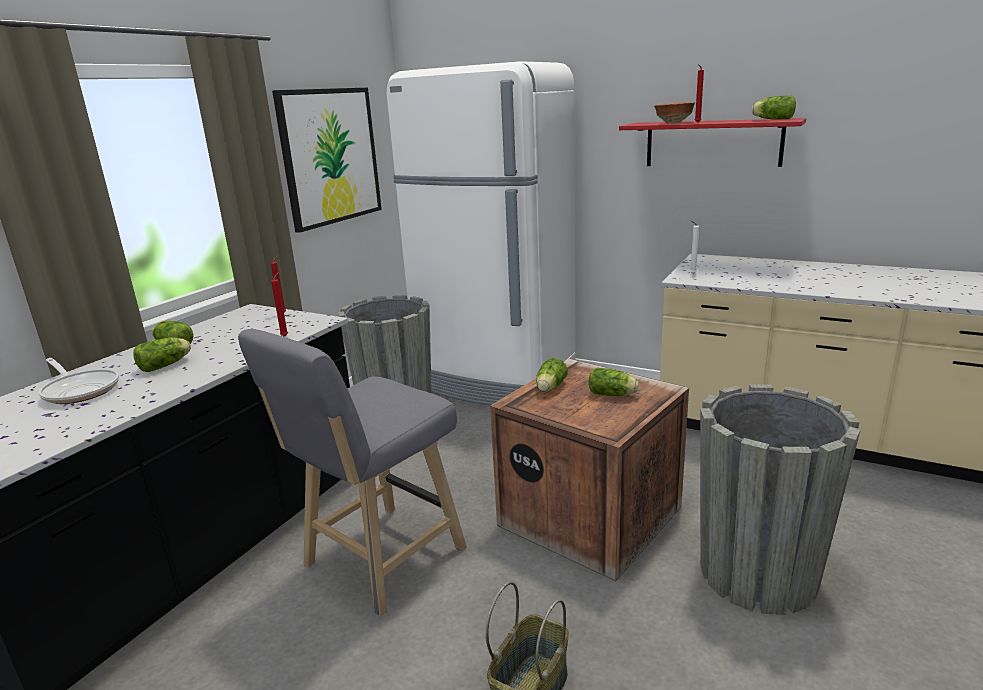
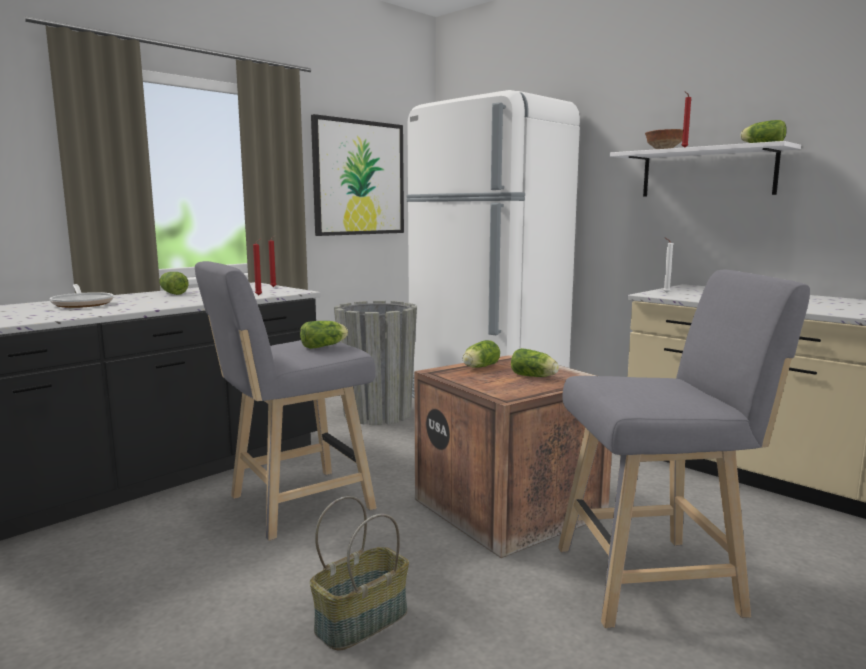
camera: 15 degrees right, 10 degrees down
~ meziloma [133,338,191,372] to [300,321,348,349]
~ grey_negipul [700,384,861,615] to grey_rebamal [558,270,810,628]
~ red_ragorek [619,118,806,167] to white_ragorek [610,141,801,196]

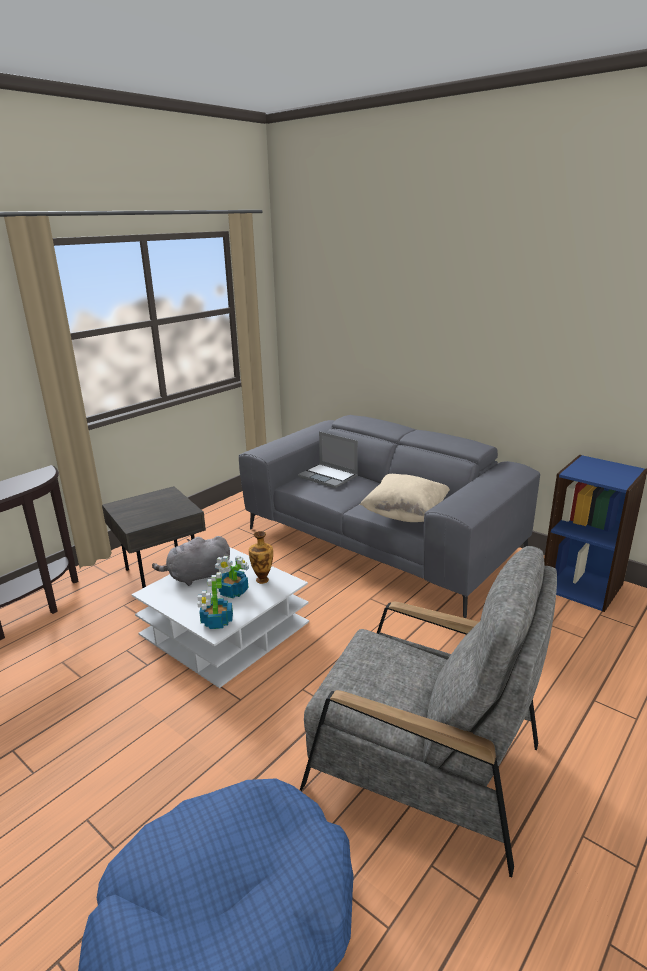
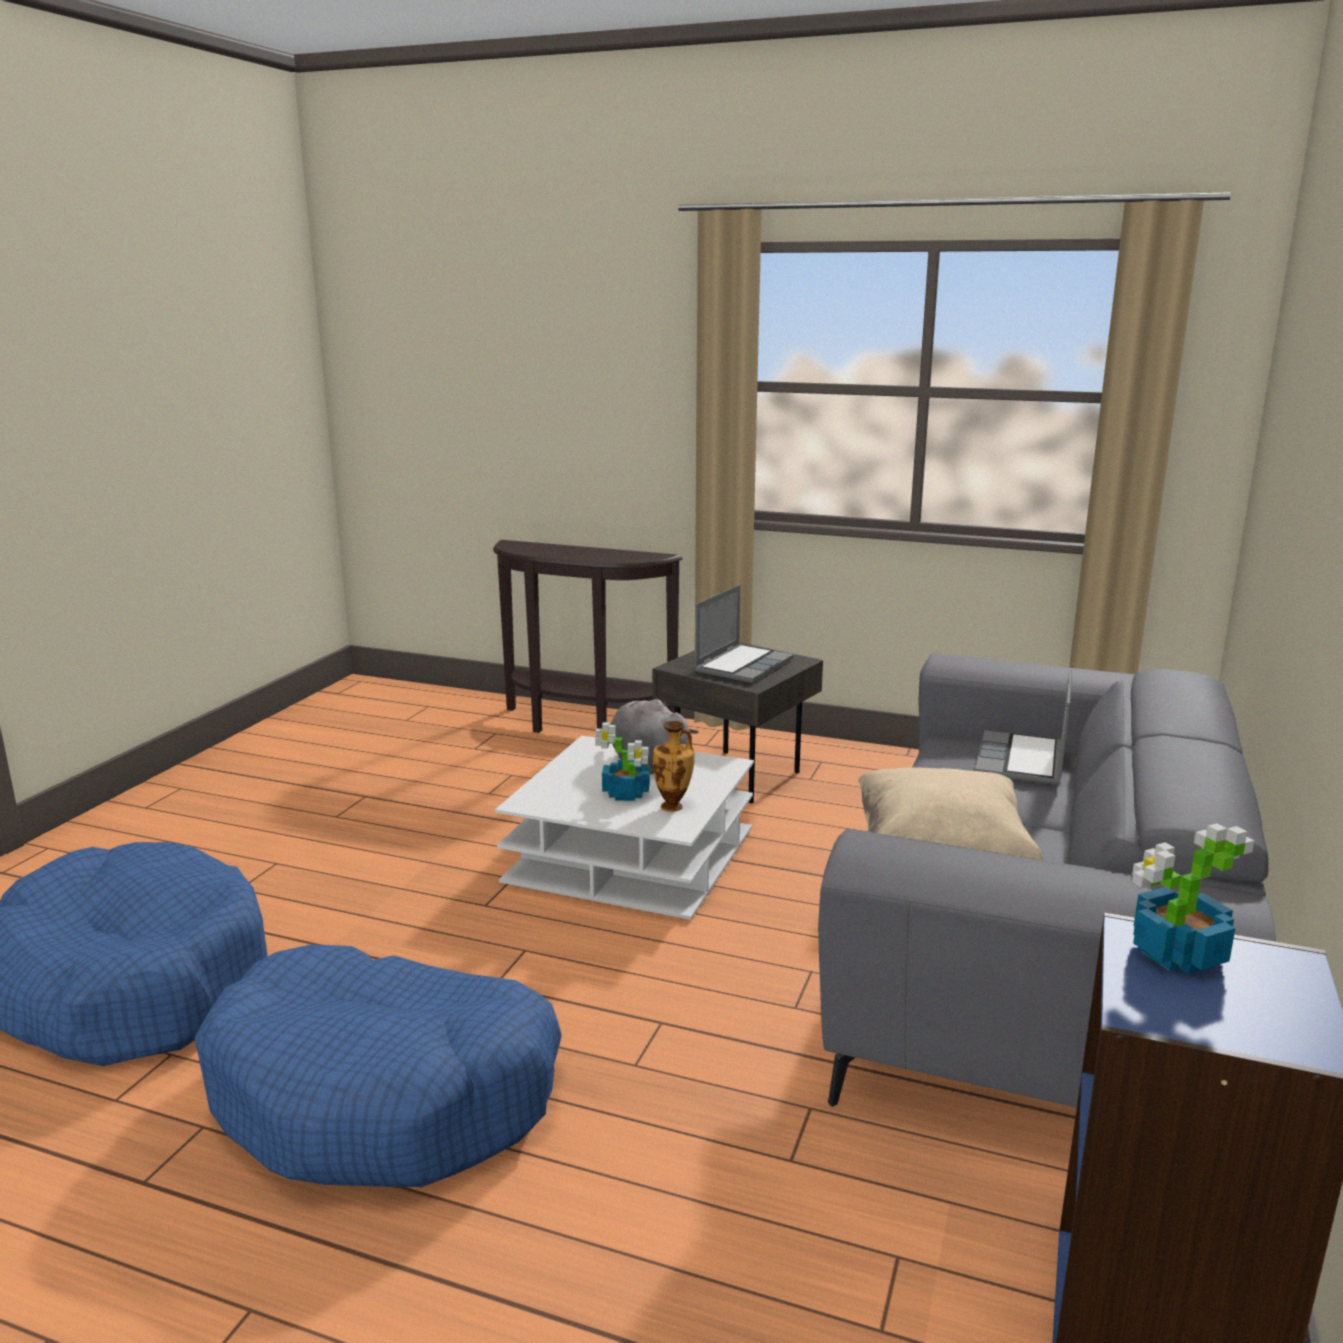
camera: 70 degrees right, 5 degrees down
+ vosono [694,585,794,683]
~ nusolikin [198,572,233,629] to [1132,823,1254,974]
~ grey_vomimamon [300,546,557,877] to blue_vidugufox [194,944,562,1187]

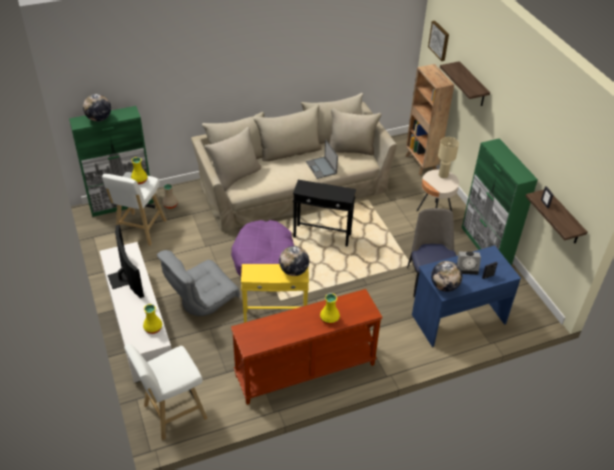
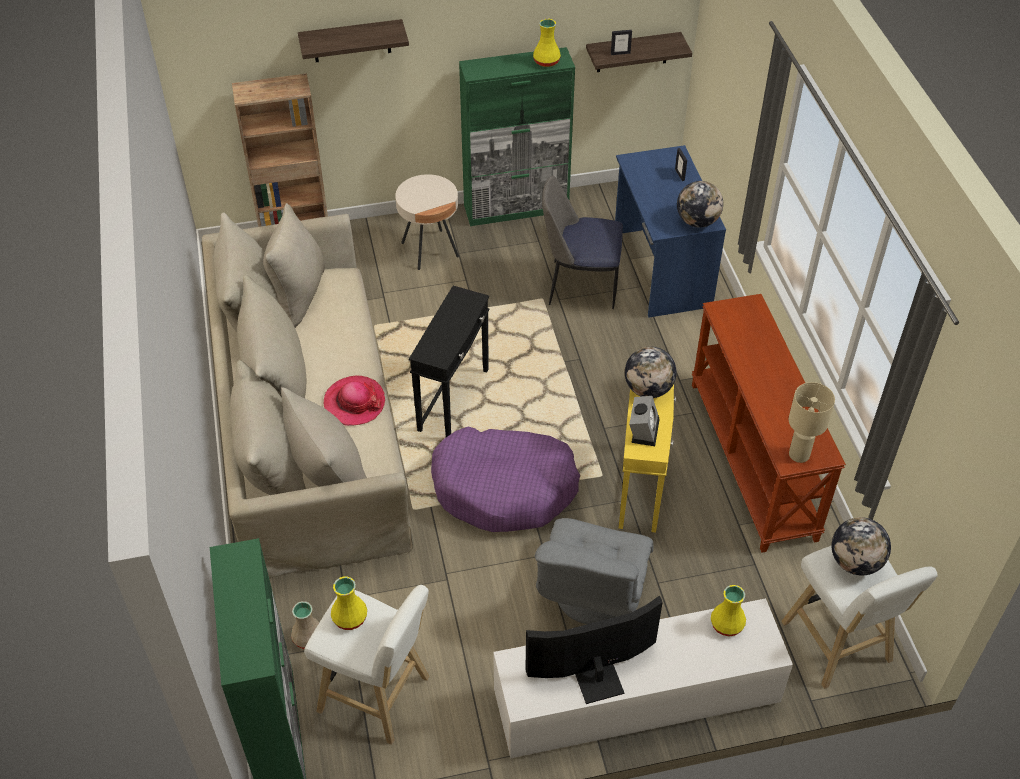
camera: 80 degrees left, 5 degrees up
- vosono [306,139,338,179]
- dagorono [428,21,449,61]
+ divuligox [324,376,385,426]
~ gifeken [83,94,111,122] to [831,517,891,575]
~ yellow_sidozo [320,293,340,325] to [533,19,561,67]
~ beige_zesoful [438,137,459,178] to [789,382,835,463]
~ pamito [457,251,481,275] to [629,396,660,446]
~ grey_vomimamon [157,250,240,316] = [535,518,654,624] 45 degrees clockwise

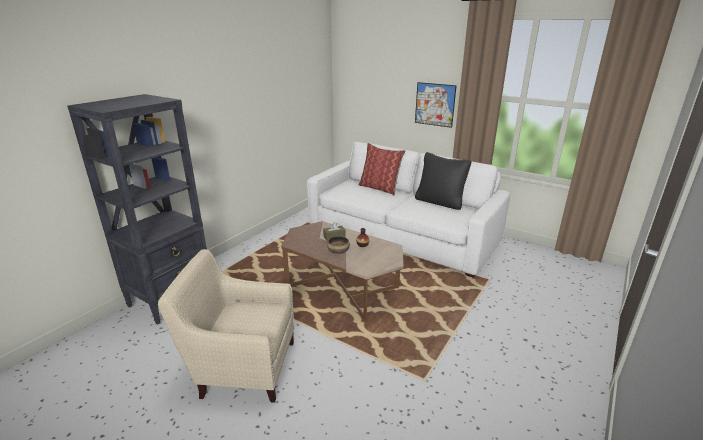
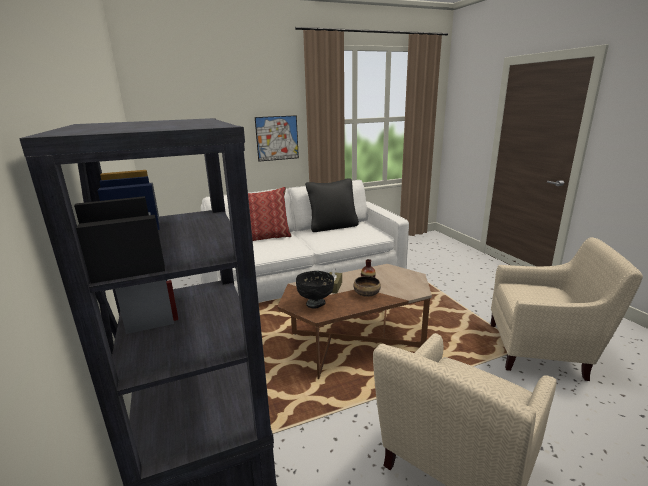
camera: 55 degrees left, 5 degrees down
+ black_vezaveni [296,271,334,308]
+ beige_vomimamon [491,237,643,381]

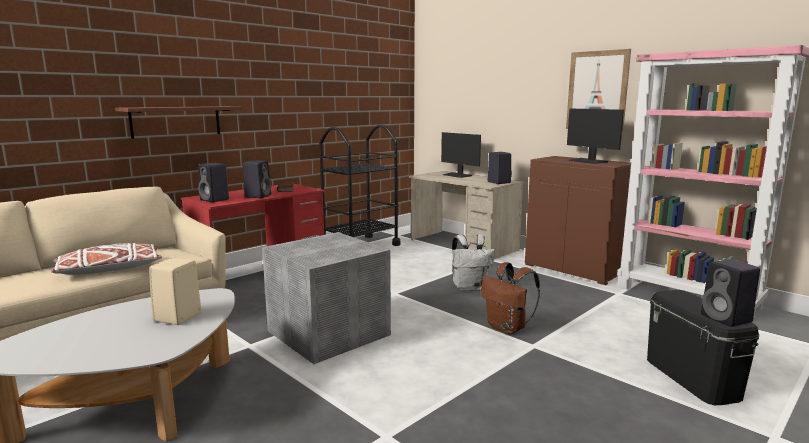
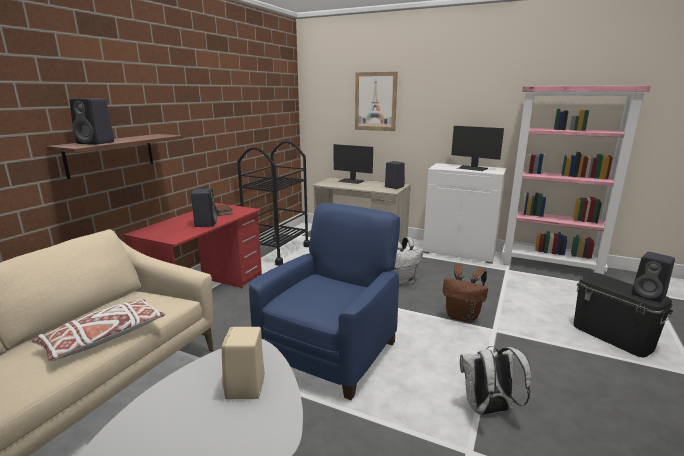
camera: 20 degrees left, 5 degrees up
+ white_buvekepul [460,346,531,415]
~ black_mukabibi [198,163,229,202] to [69,98,114,145]
~ dagorono [566,49,631,132] to [355,72,398,131]
~ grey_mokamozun [262,232,391,364] to blue_vomimamon [249,203,400,400]
~ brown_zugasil [525,156,631,285] to white_zugasil [423,163,507,264]

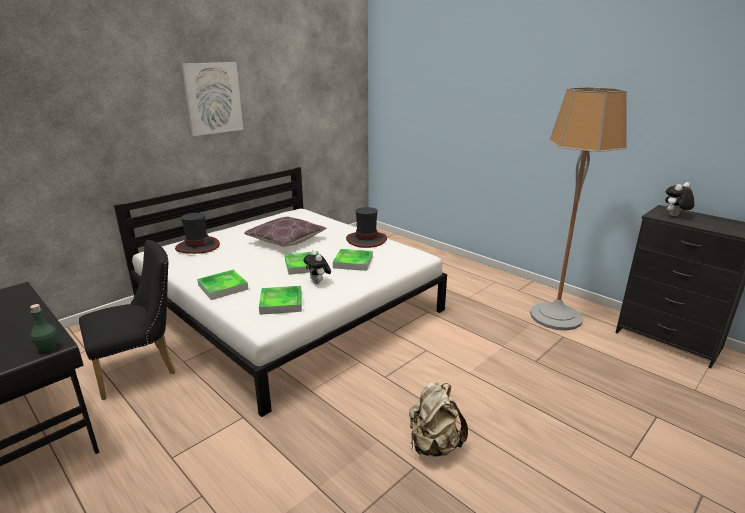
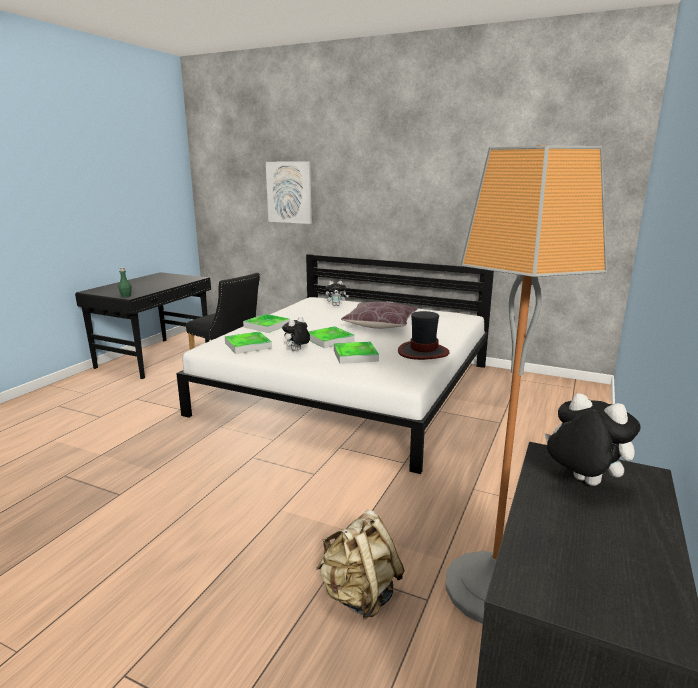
camera: 70 degrees right, 5 degrees down
~ dagorono [182,62,243,136] to [266,162,312,224]
~ beige_buvekepul [409,382,468,456] to [316,510,405,619]
~ divuligox [175,213,220,254] to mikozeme [326,281,349,306]

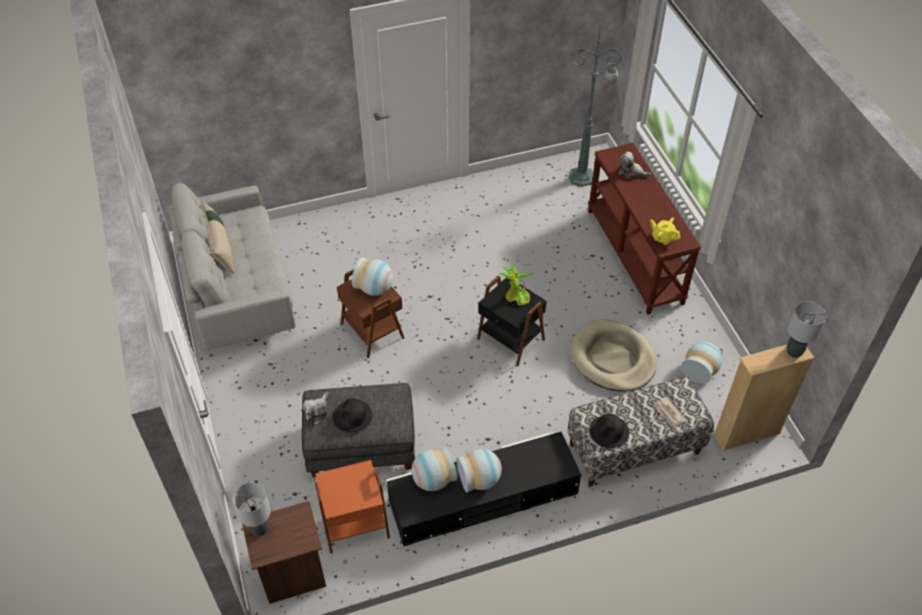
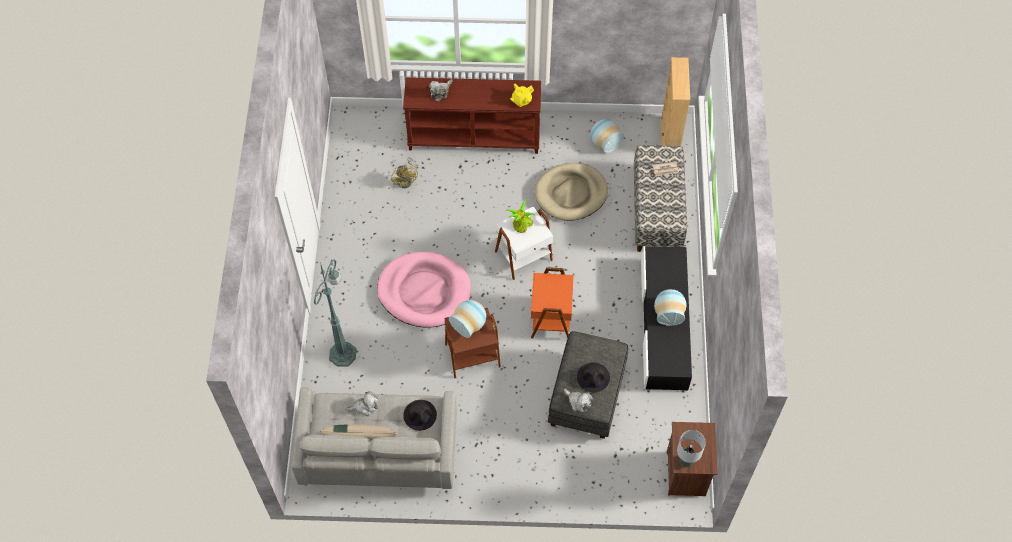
camera: 70 degrees left, 10 degrees up
- sidozo [412,446,458,491]
- grey_zesoful [787,301,827,358]
+ mikozeme [345,392,378,416]
+ pink_vidugufox [377,252,471,328]
+ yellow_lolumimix [391,157,418,188]
~ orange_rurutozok [315,460,390,554] to [530,267,574,339]
~ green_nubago [568,25,622,186] to [314,260,357,367]
~ black_divuligox [589,414,629,448] to [403,400,437,431]
~ black_rurutozok [477,276,546,366] to white_rurutozok [495,206,553,280]

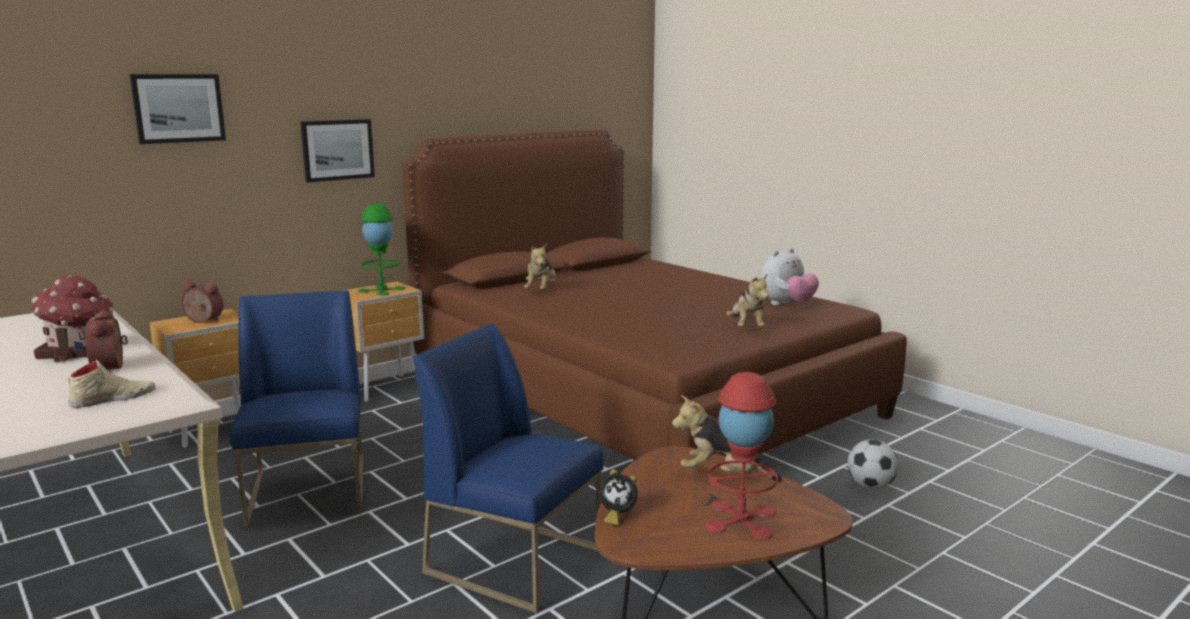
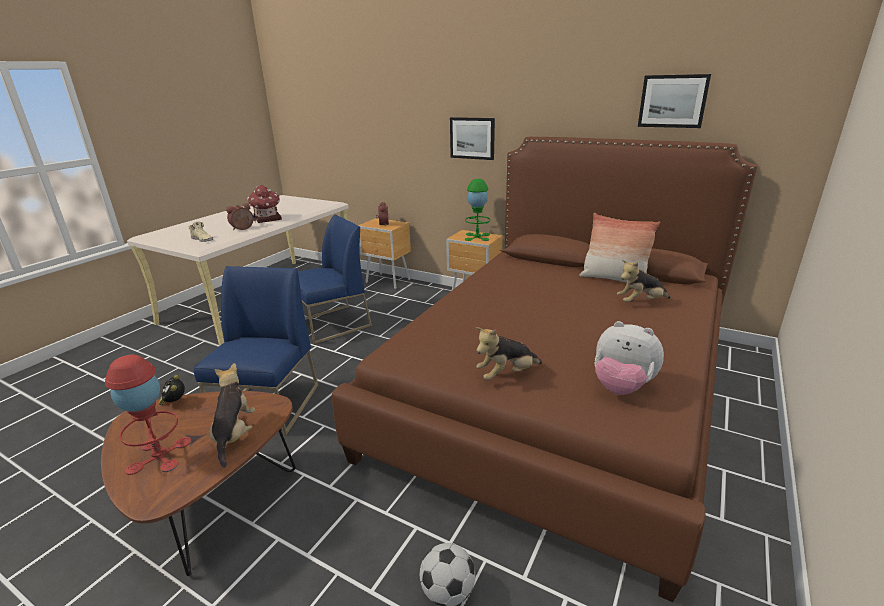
camera: 70 degrees right, 10 degrees up
+ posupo [579,213,660,282]
~ dagorono [130,74,226,144] to [638,74,711,128]
~ mikozeme [524,244,556,290] to [617,260,671,302]

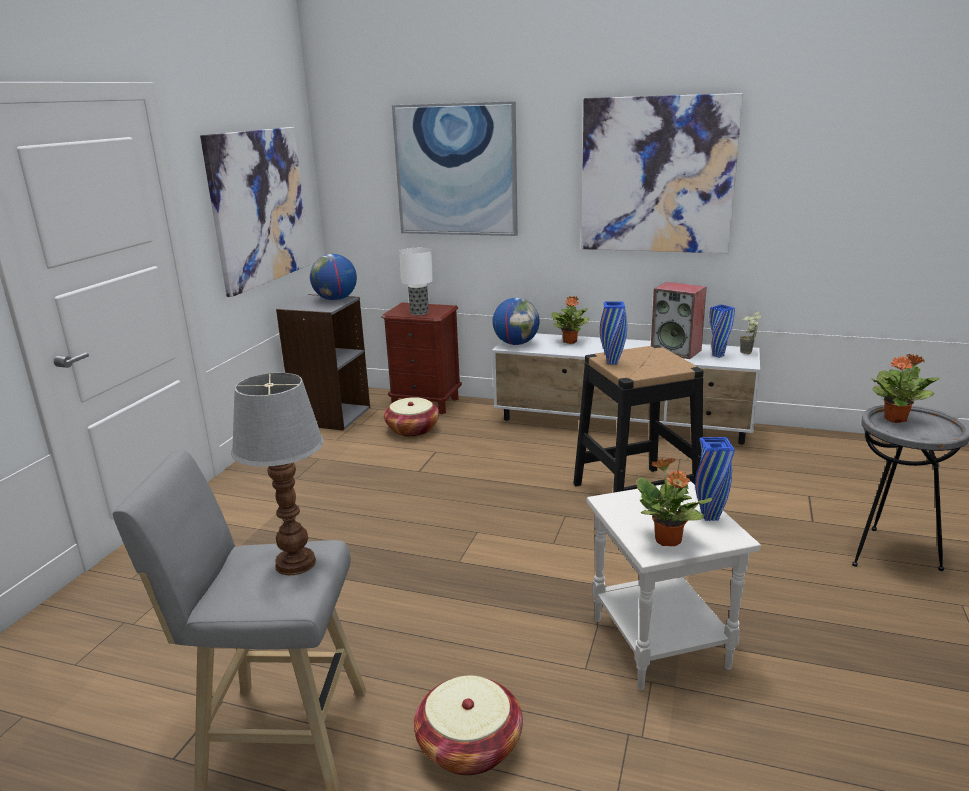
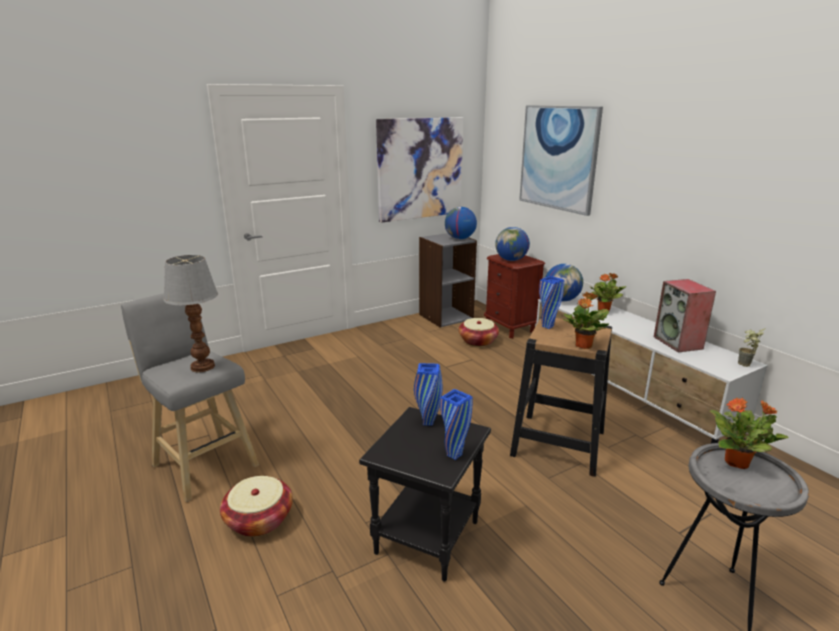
camera: 40 degrees right, 0 degrees up
- dagorono [581,93,743,253]
~ nusolikin [637,458,713,546] to [563,292,609,349]
~ blue_sidozo [710,304,735,358] to [414,363,443,426]
~ zesoful [399,248,433,315] to gifeken [495,227,530,261]
~ white_rurutozok [587,480,761,690] to black_rurutozok [359,407,491,582]

